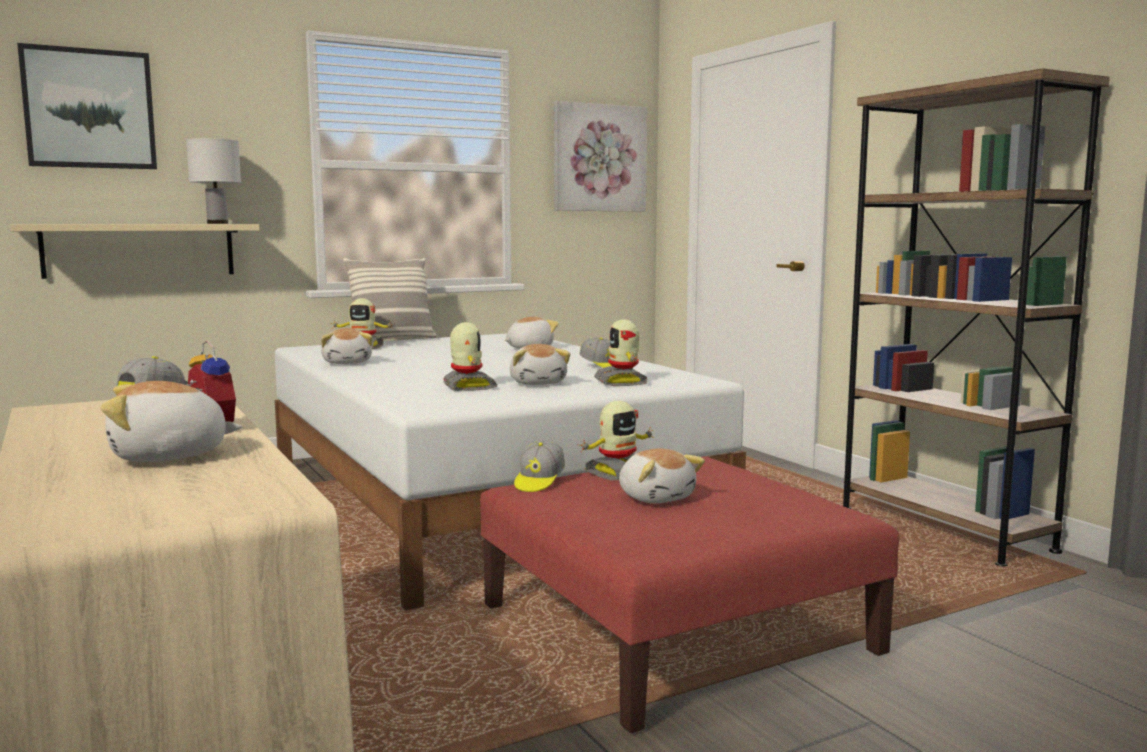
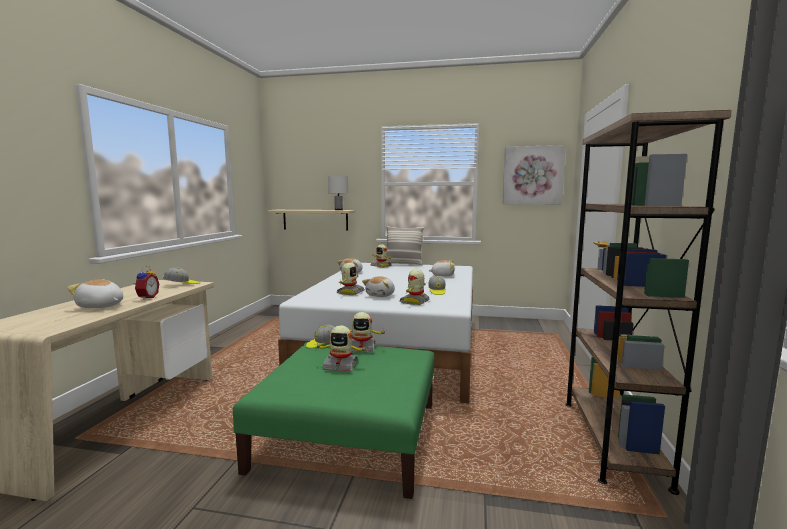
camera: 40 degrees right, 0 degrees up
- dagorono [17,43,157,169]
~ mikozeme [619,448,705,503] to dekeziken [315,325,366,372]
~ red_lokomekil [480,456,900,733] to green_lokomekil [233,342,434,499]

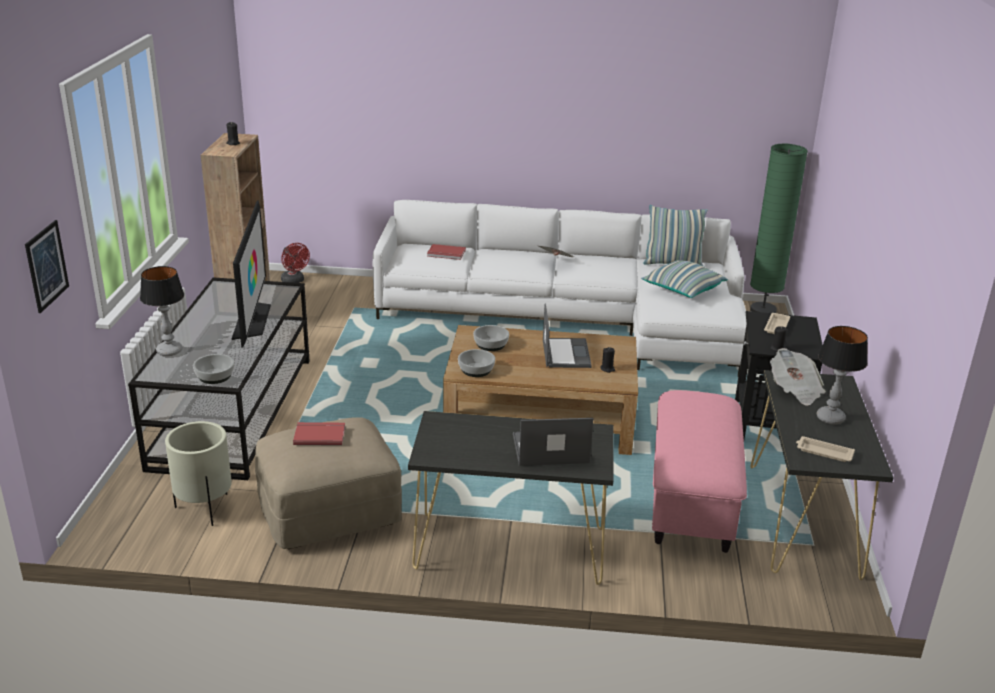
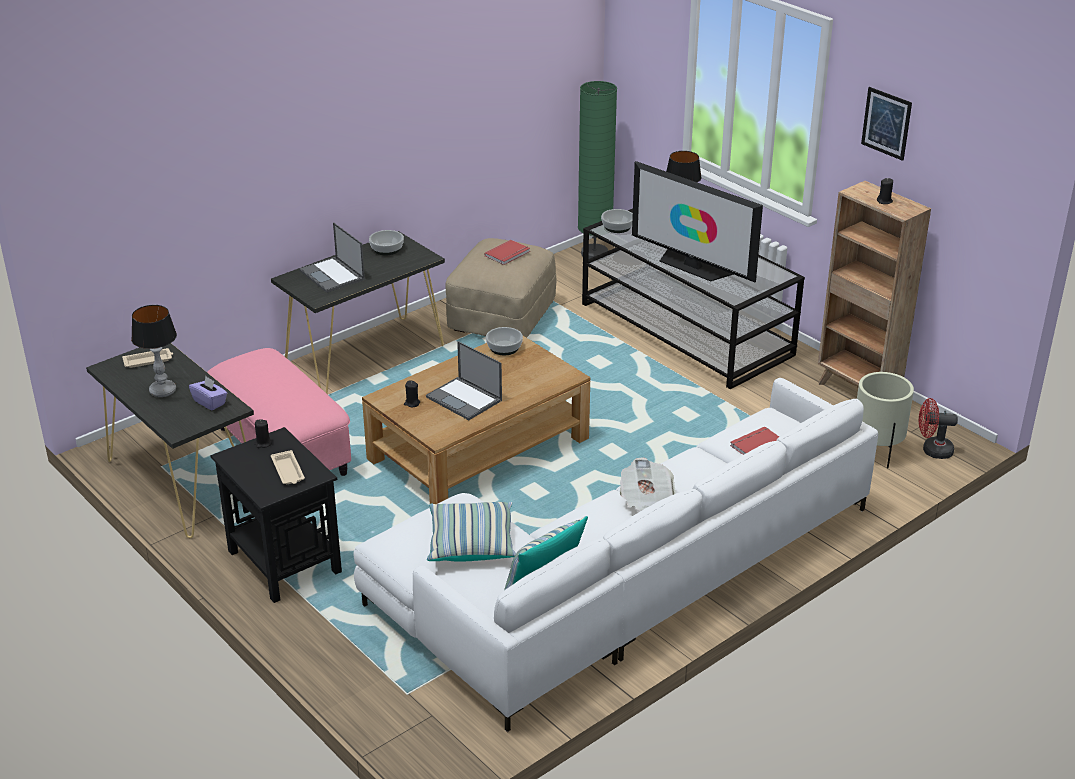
camera: 135 degrees right, 5 degrees up
~ dagorono [25,220,69,313] to [861,87,912,161]
~ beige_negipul [165,421,232,526] to [857,372,914,468]
~ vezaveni [473,325,509,351] to [369,230,404,255]
~ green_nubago [750,144,808,313] to [578,81,617,259]
~ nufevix [770,348,826,406] to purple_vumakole [189,376,228,411]
~ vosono [513,418,594,466] = [299,222,365,293] 105 degrees clockwise

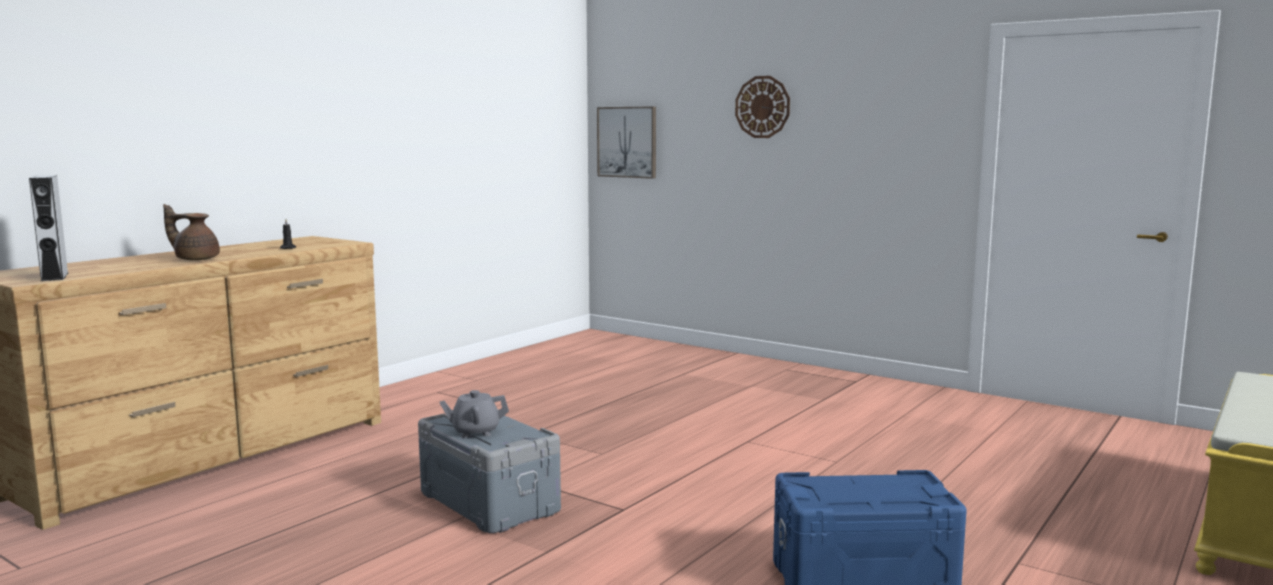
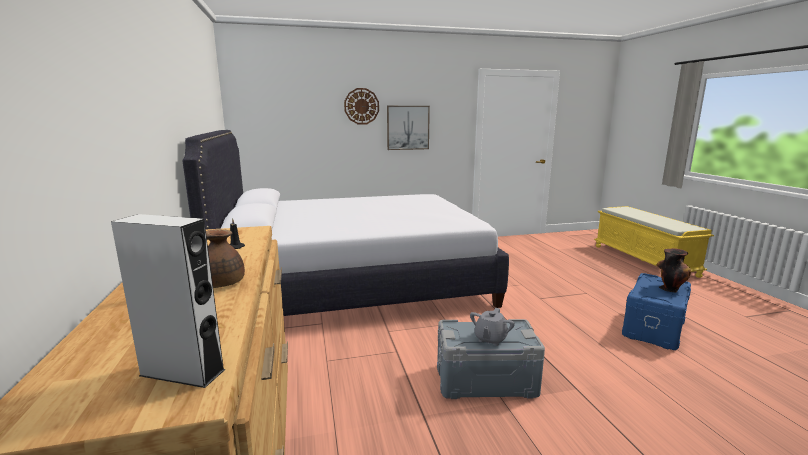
camera: 50 degrees left, 5 degrees up
+ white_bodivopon [183,130,509,316]
+ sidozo [656,248,691,292]
~ dagorono [597,106,656,179] to [387,106,430,150]

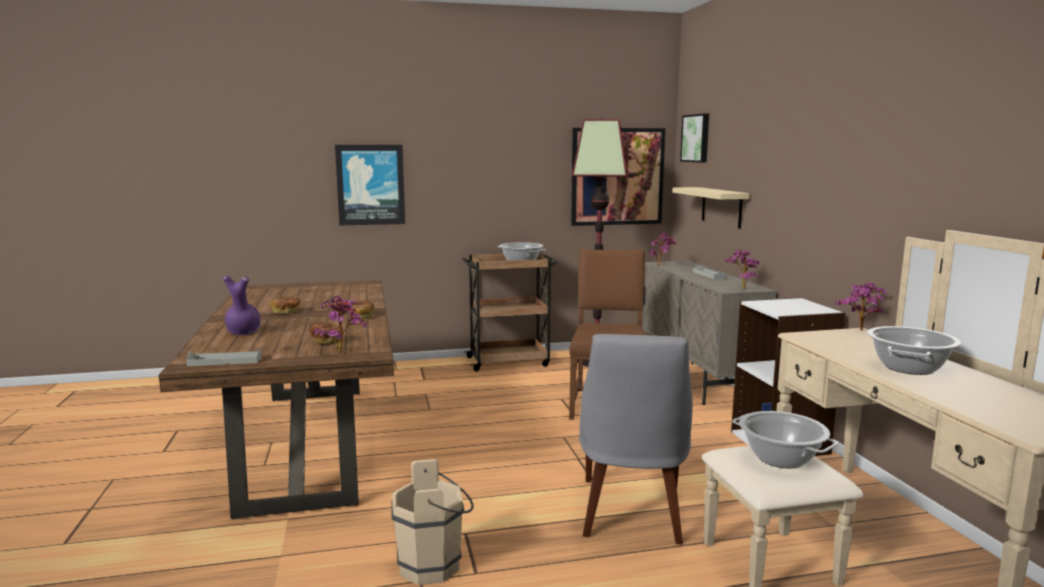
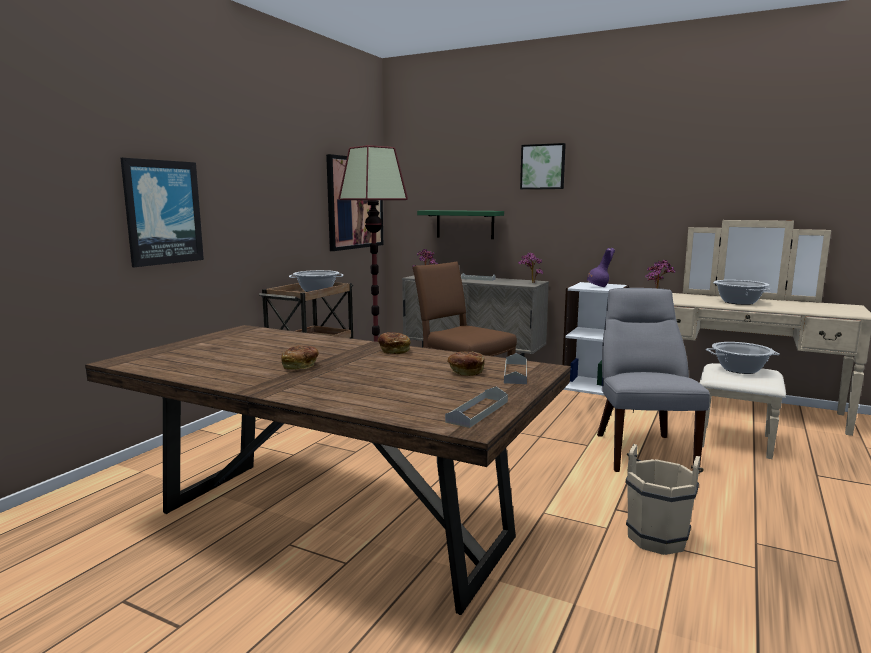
camera: 50 degrees left, 0 degrees up
~ purple_sidozo [223,276,260,335] to [587,248,615,287]
~ dagorono [680,114,709,163] to [520,143,566,189]
~ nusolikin [315,295,367,352] to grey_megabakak [504,353,527,384]
~ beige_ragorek [673,187,750,228] to green_ragorek [417,210,504,239]
~ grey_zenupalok [579,334,693,545] = [597,288,710,472] 135 degrees counterclockwise

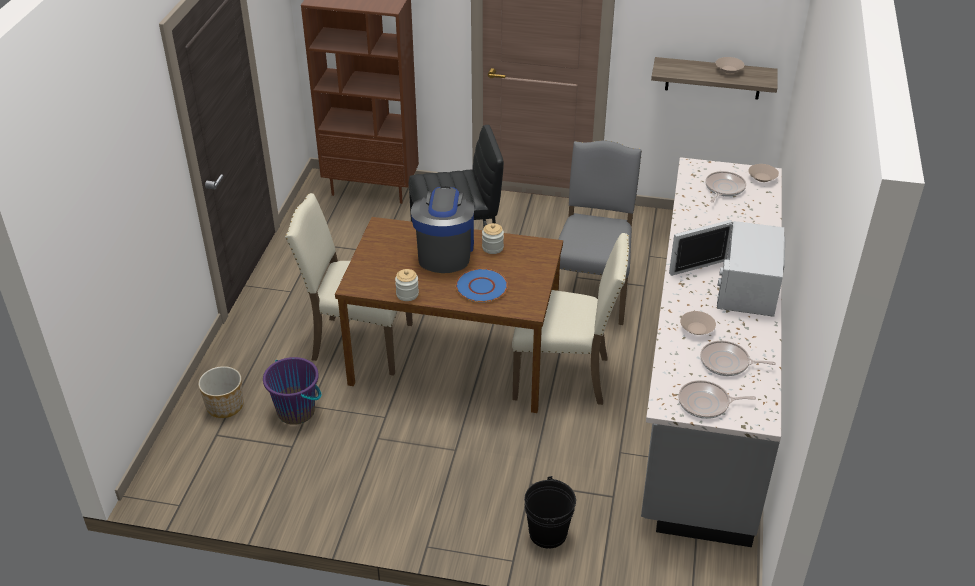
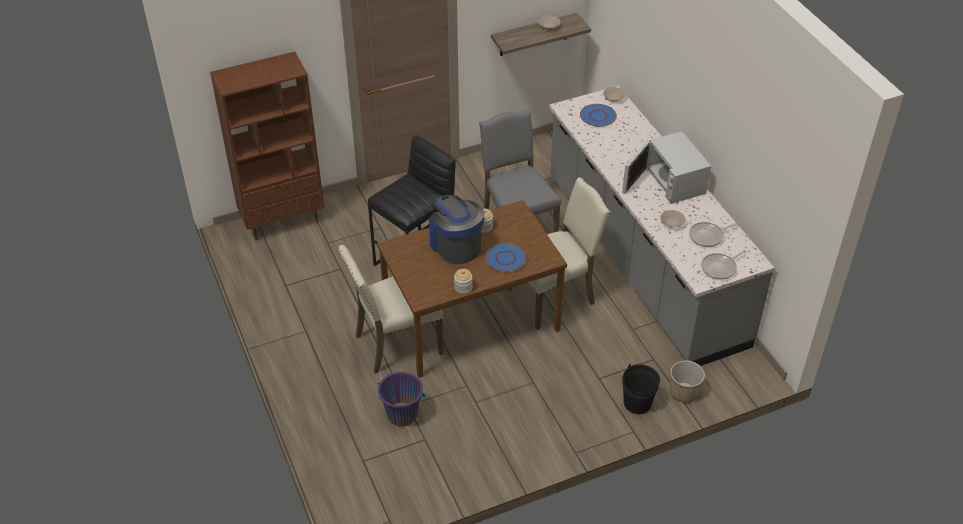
camera: 35 degrees left, 5 degrees up
~ negipul [198,366,244,418] to [669,360,705,402]
~ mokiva [705,171,746,202] to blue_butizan [580,104,617,127]

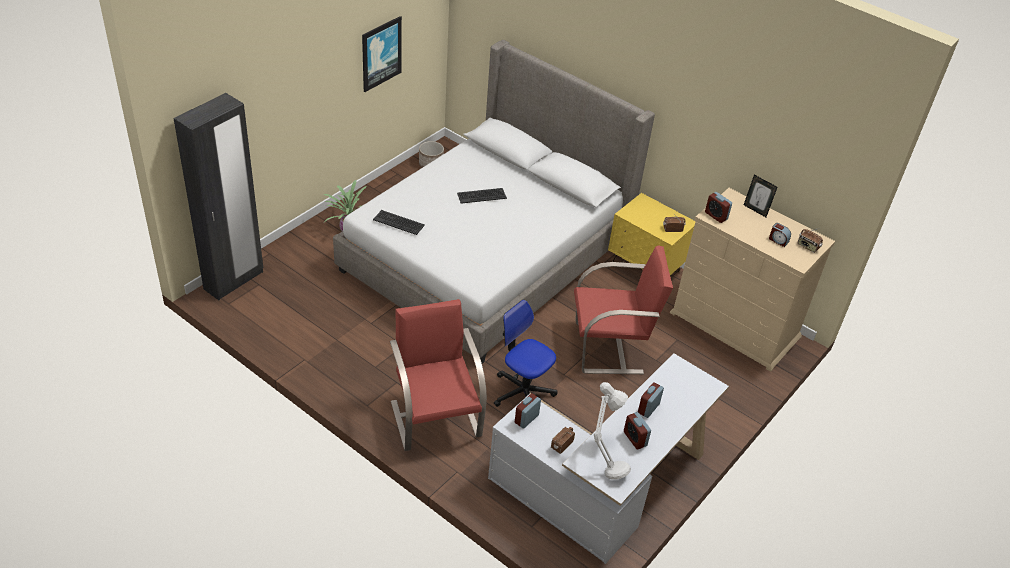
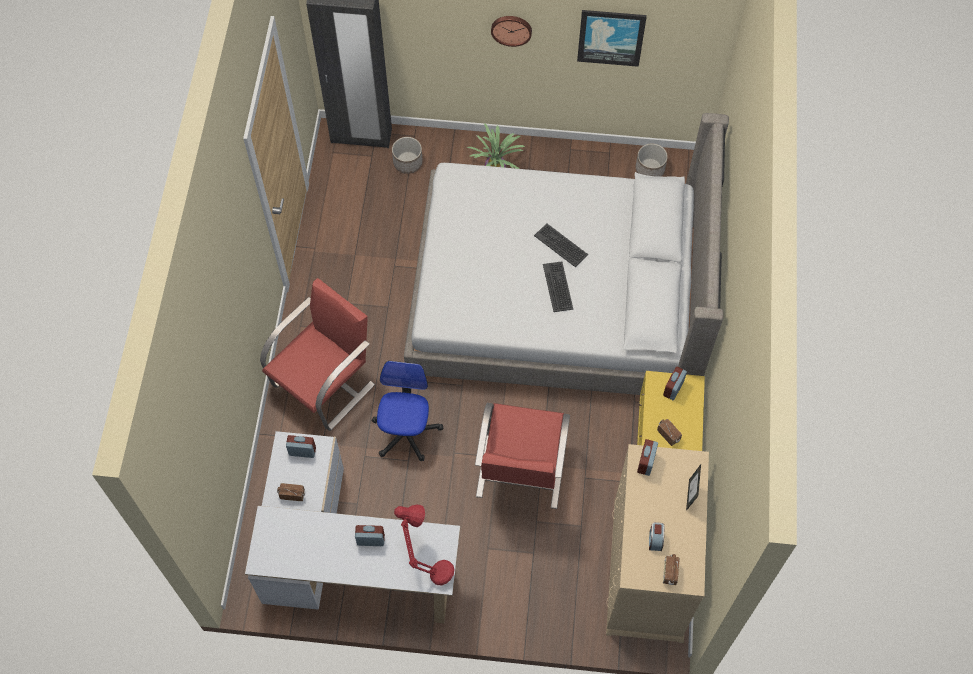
camera: 60 degrees right, 20 degrees up
- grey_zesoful [594,382,631,480]
+ negipul [392,137,423,174]
+ red_zesoful [394,505,455,585]
+ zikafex [491,16,532,47]
~ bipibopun [373,210,425,235] to [543,261,573,312]
~ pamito [624,412,651,450] to [663,367,687,400]
~ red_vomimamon [574,245,673,374] = [475,403,570,509] 45 degrees clockwise

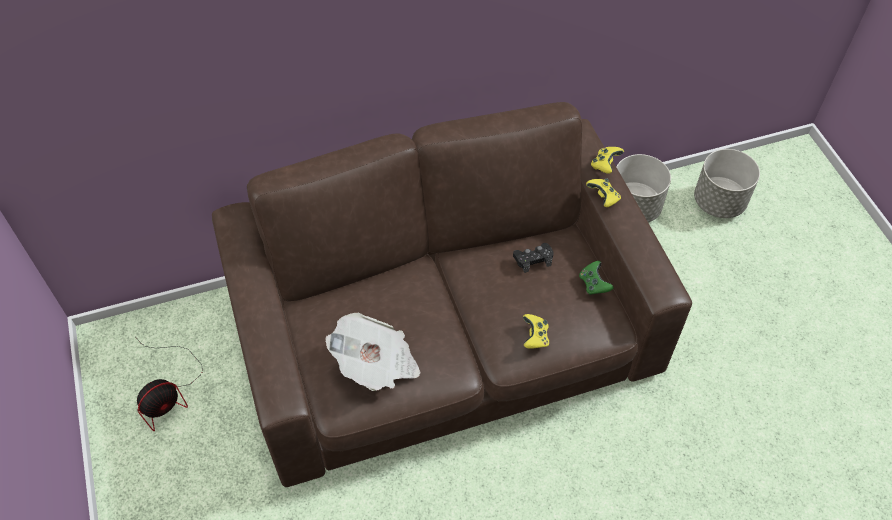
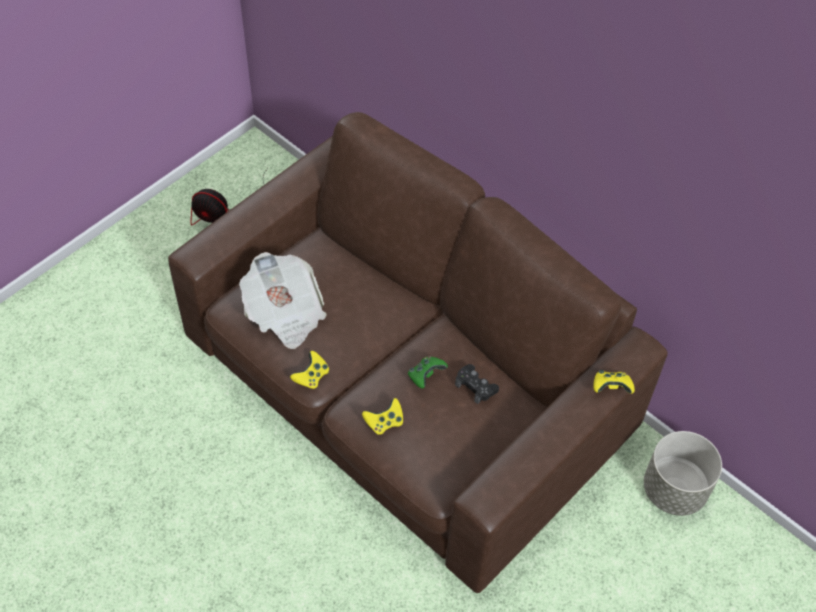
camera: 60 degrees right, 0 degrees up
- grey_negipul [694,149,760,218]
~ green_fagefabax [579,261,614,295] to [408,356,448,388]
~ yellow_fagefabax [586,178,621,207] to [290,351,329,389]

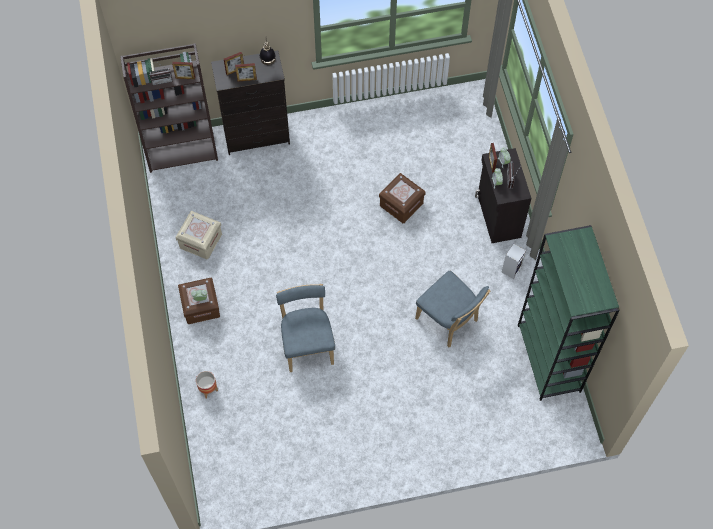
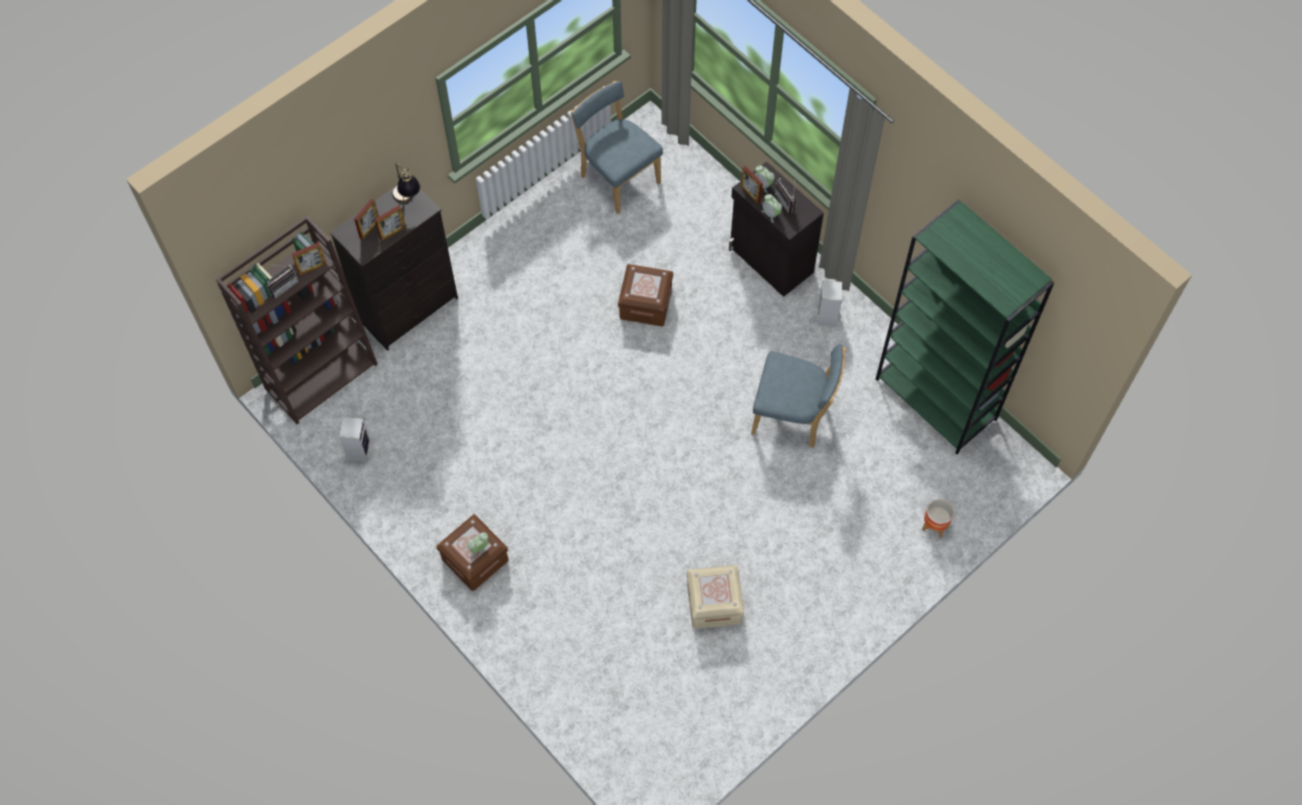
camera: 30 degrees left, 0 degrees up
+ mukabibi [339,417,372,462]
~ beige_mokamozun [175,211,222,259] to [687,565,744,629]
~ negipul [196,371,218,399] to [922,499,954,538]
~ blue_zenupalok [276,284,335,372] to [571,81,663,214]

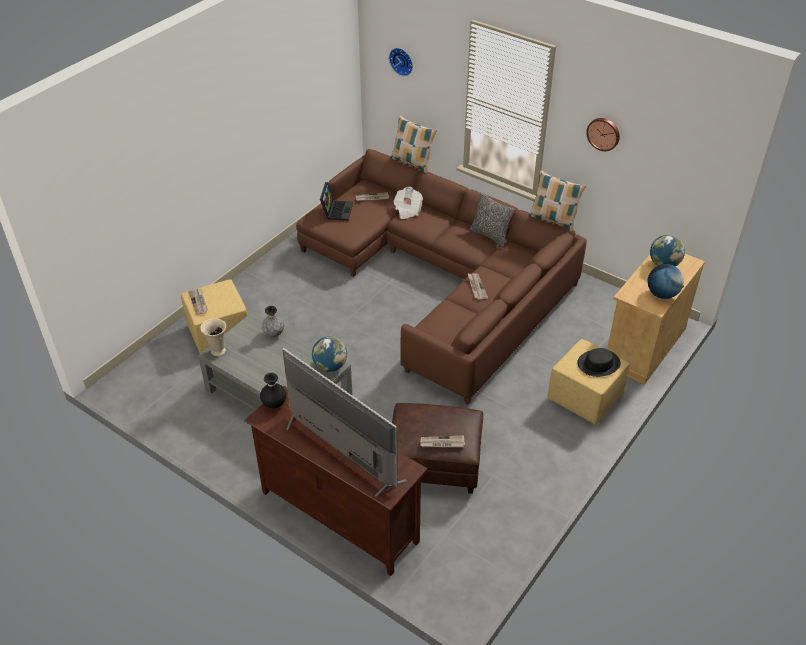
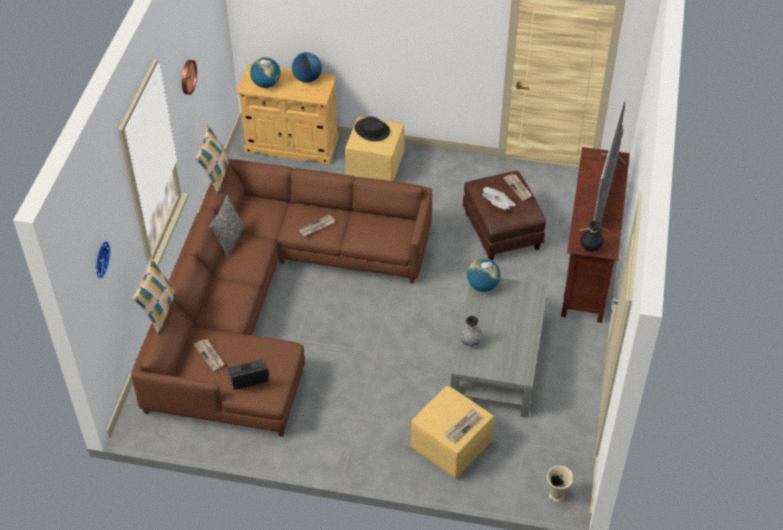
camera: 115 degrees left, 5 degrees up
~ beige_sidozo [200,318,226,356] to [547,466,573,503]
~ nufevix [393,187,423,219] to [482,187,516,210]

